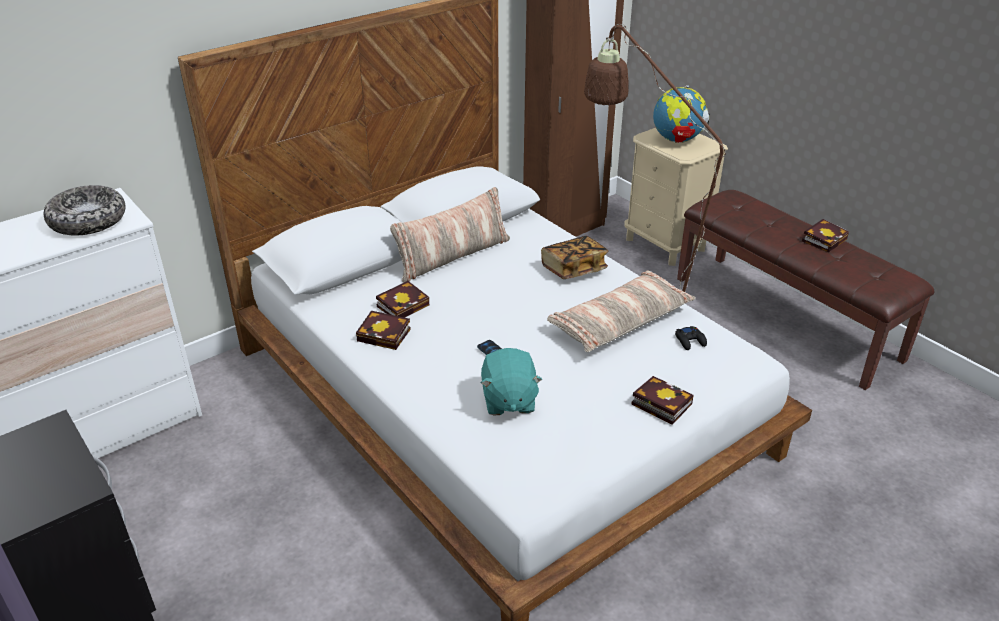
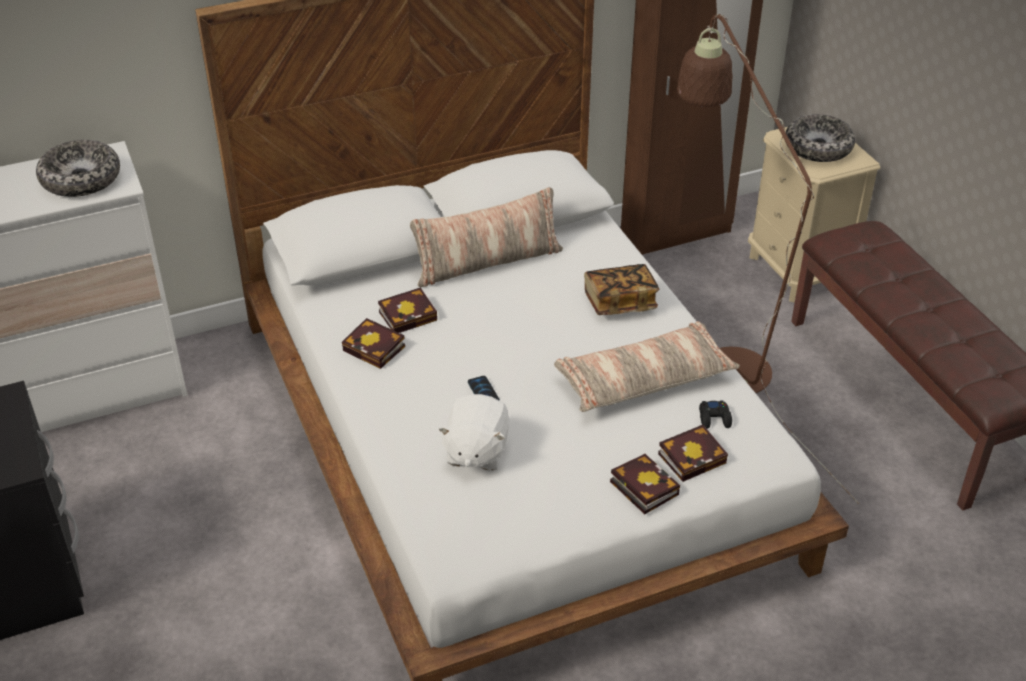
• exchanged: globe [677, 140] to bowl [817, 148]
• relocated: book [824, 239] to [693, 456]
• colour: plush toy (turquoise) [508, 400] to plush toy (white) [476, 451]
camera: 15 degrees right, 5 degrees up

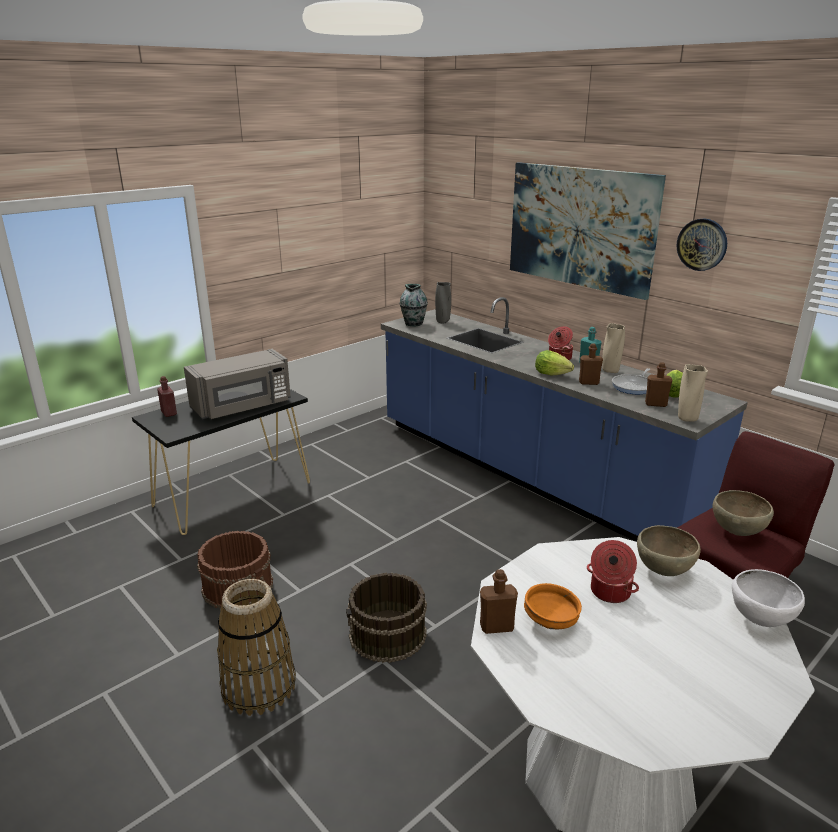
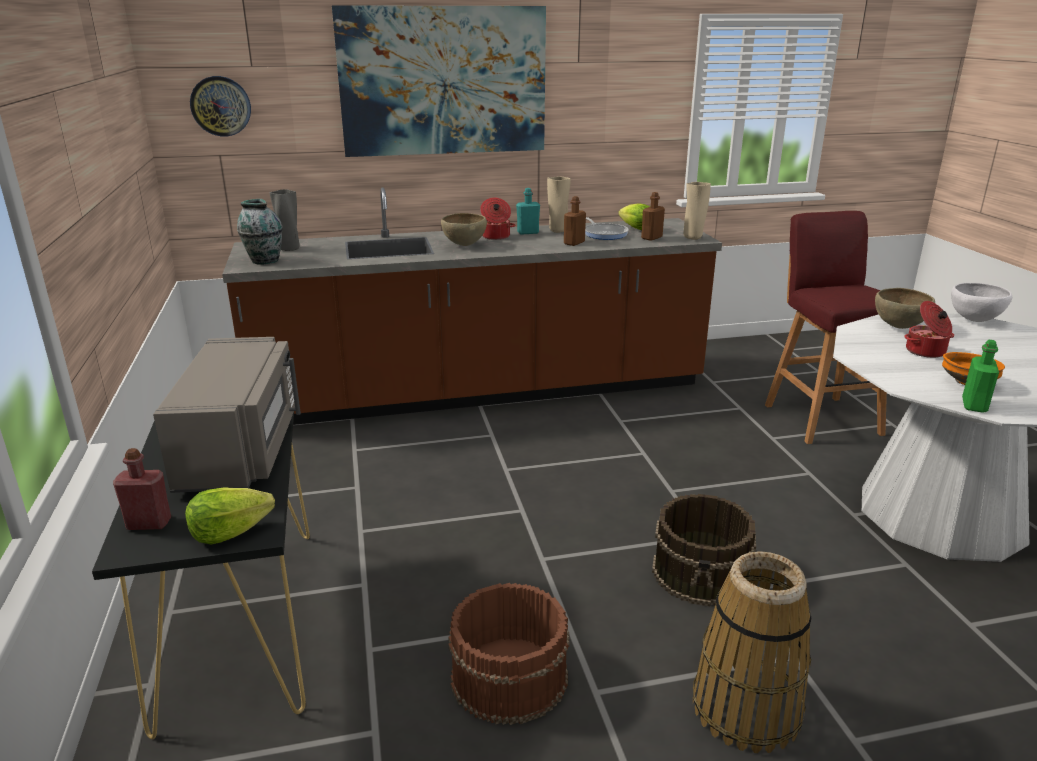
• relocated: wall clock [702, 244] to [221, 106]
• colour: counter (blue) [528, 474] to counter (brown) [481, 392]
• relocated: lettuce [551, 374] to [229, 533]
• relocated: bowl (brown) [737, 532] to [464, 245]
• colour: bottle (brown) [496, 627] to bottle (green) [974, 405]
camera: 60 degrees left, 0 degrees up

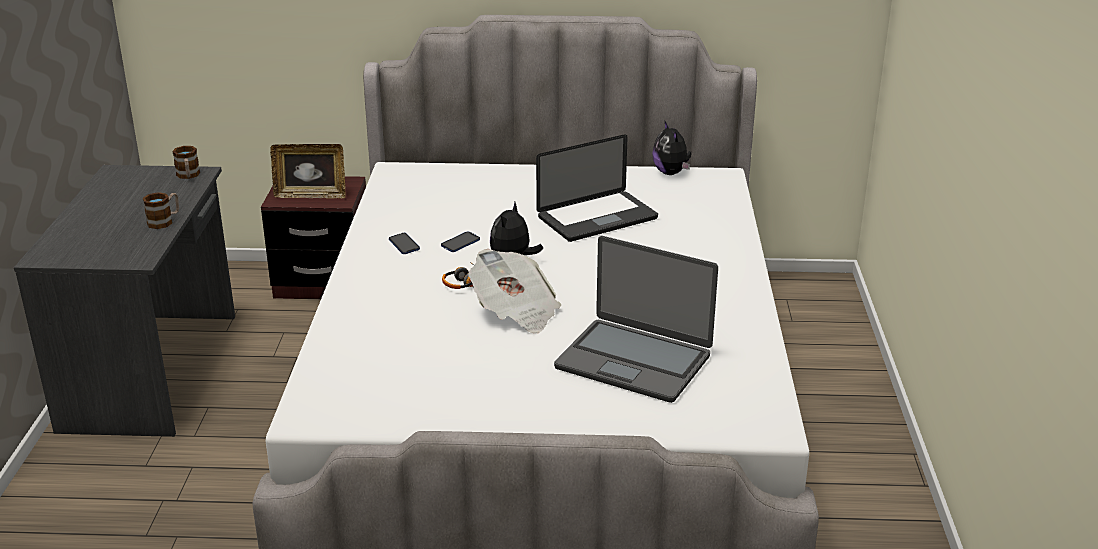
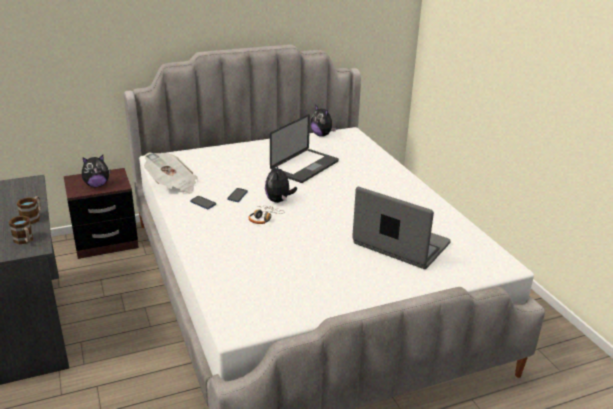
• exchanged: picture frame [311, 195] to plush toy [97, 185]
• relocated: mug [188, 176] to [25, 241]
• spun: laptop [634, 361] = [400, 244] 150 degrees counterclockwise
• relocated: newspaper [515, 312] to [172, 185]
camera: 25 degrees left, 0 degrees up

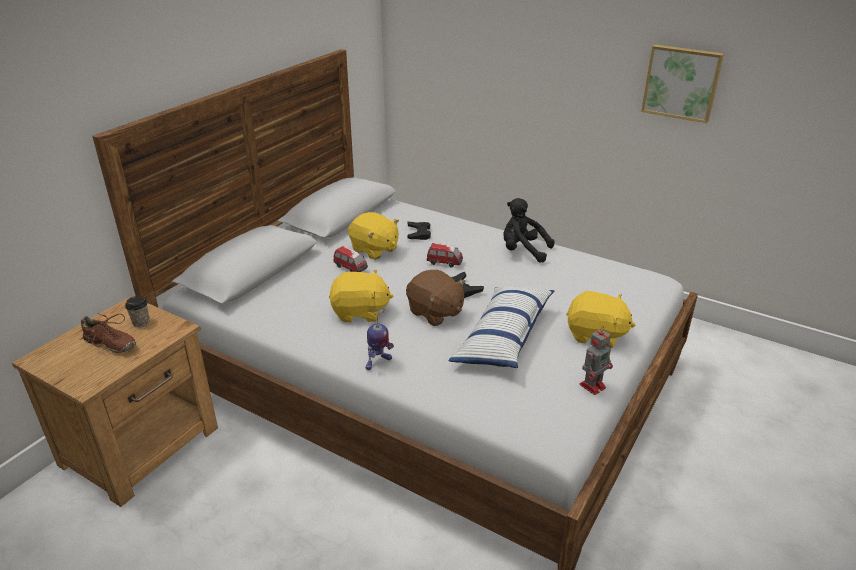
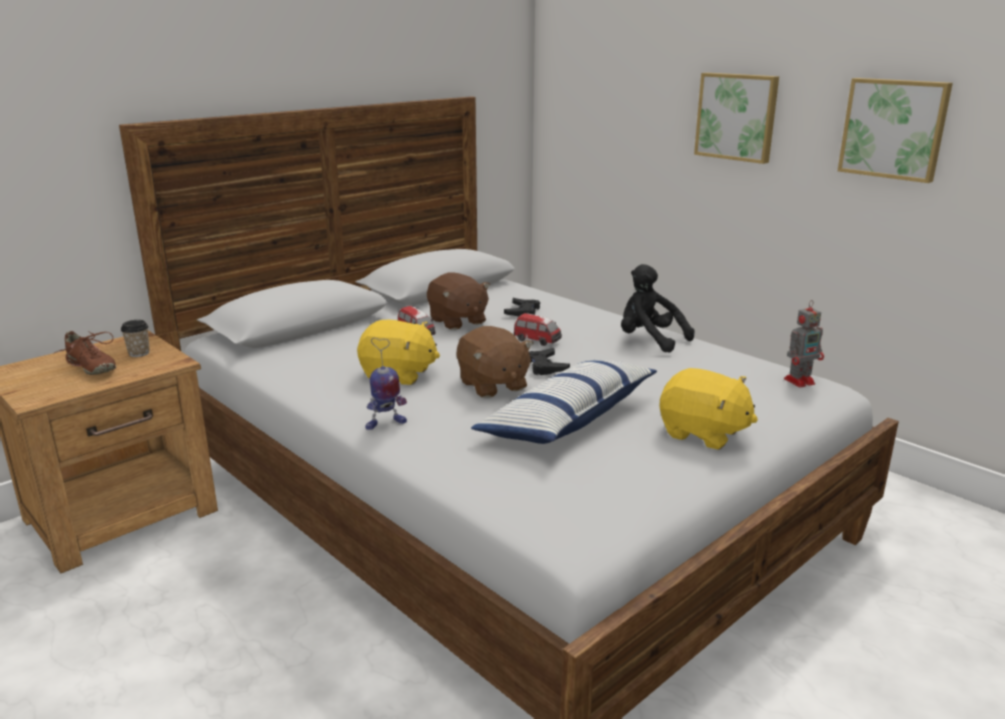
• colour: plush toy (yellow) [374, 250] to plush toy (brown) [457, 321]
• relocated: toy robot [593, 385] to [800, 381]
• appeared: picture [737, 117]
camera: 15 degrees right, 10 degrees down

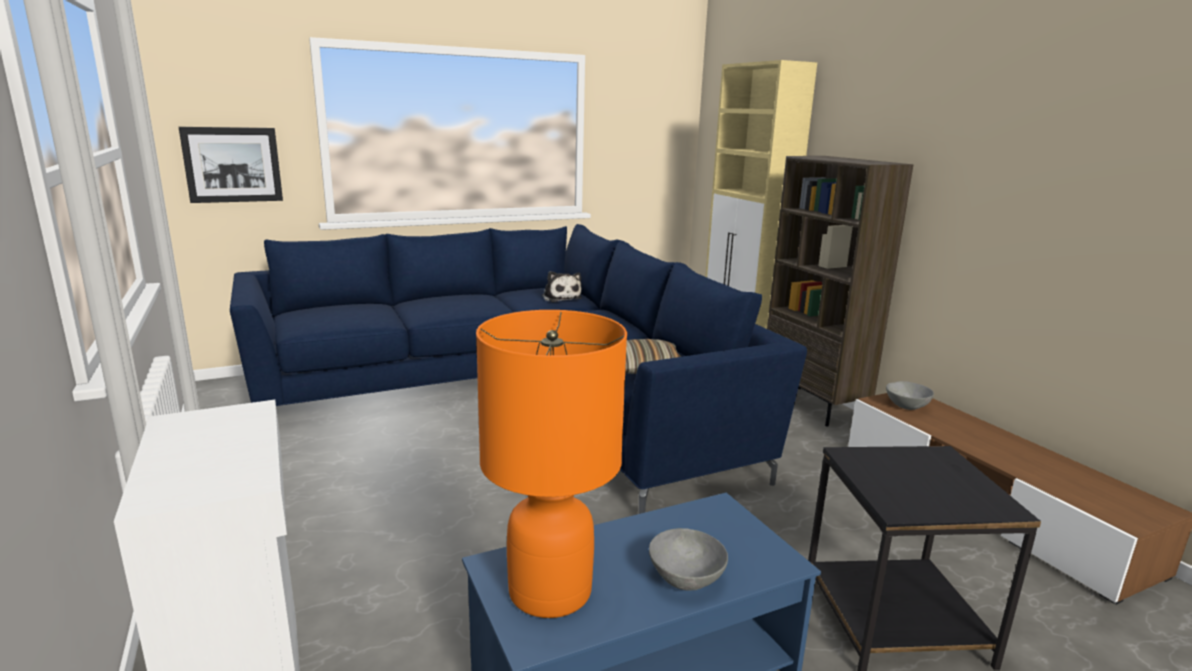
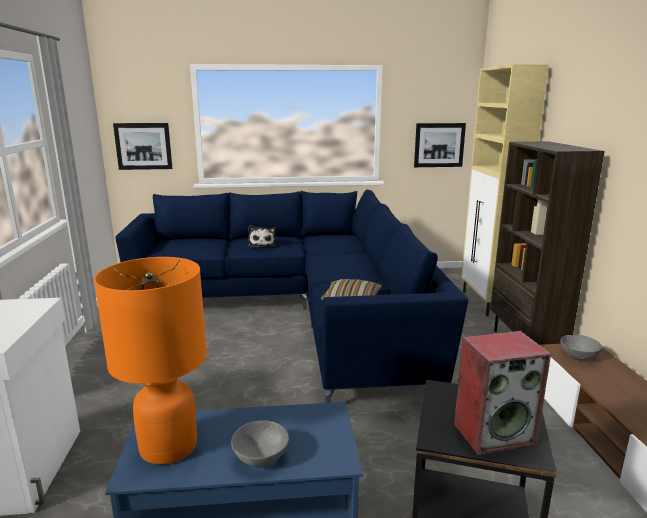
• relocated: plush toy [560, 297] to [262, 244]
• appeared: picture [439, 145]
• appeared: speaker [494, 433]
camera: 20 degrees right, 0 degrees up

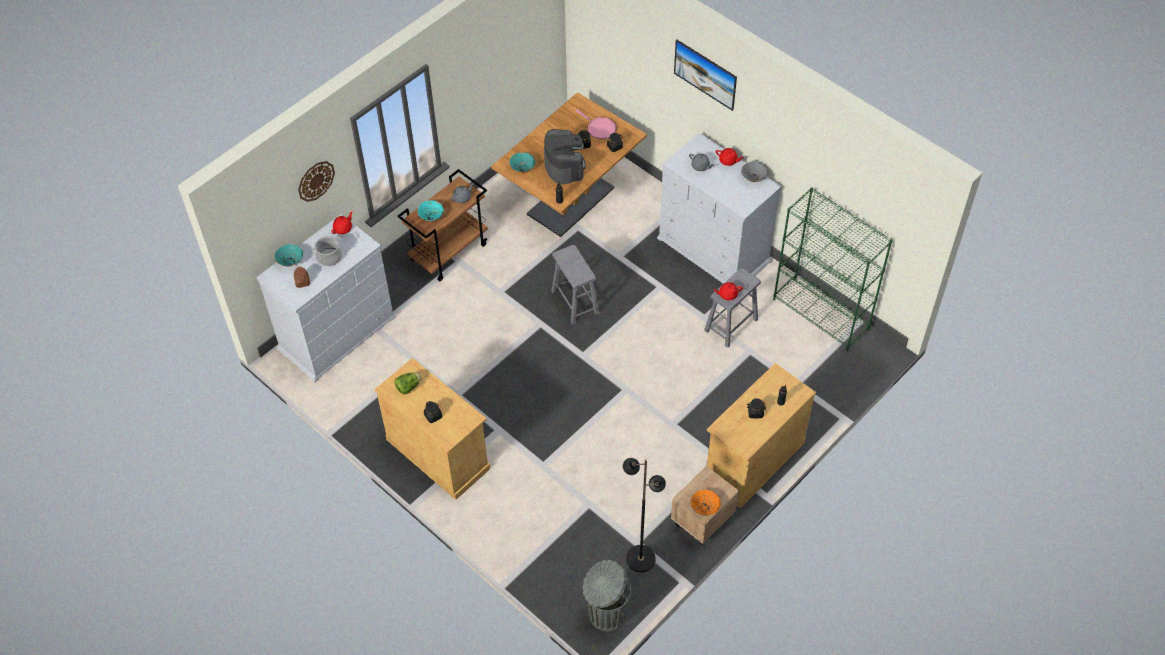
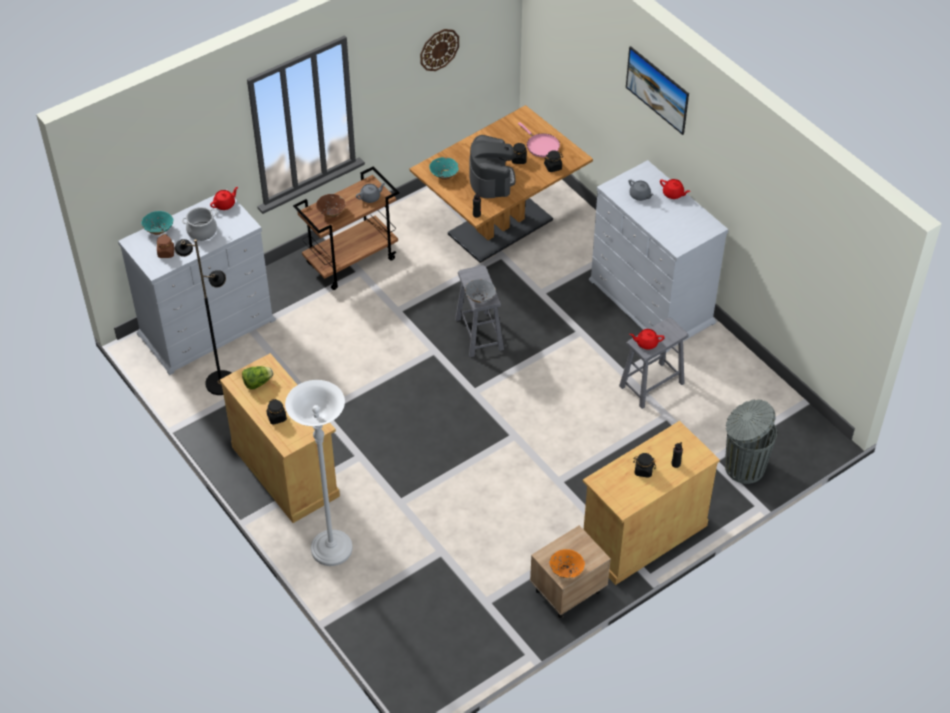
• relocated: wall clock [316, 180] to [439, 49]
• relocated: bowl (grey) [753, 178] to [479, 298]
• missing: bookcase (green) [821, 314]
• colour: bowl (turquoise) [431, 217] to bowl (brown) [331, 212]
• relocated: floor lamp (black) [640, 558] to [221, 382]
• relocated: trash can (grey) [606, 614] to [743, 467]
• appeared: floor lamp (white) [332, 549]
camera: 10 degrees right, 5 degrees down

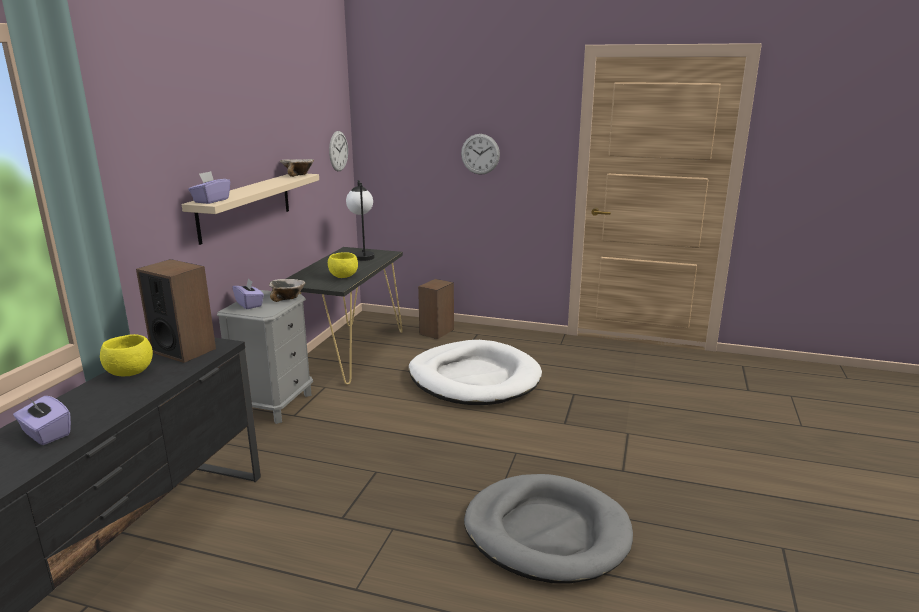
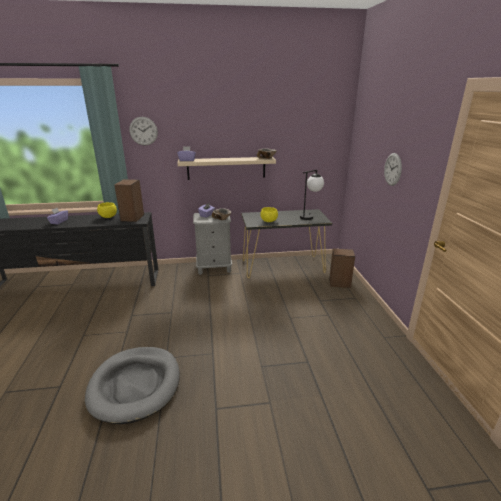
• relocated: wall clock [338, 151] to [143, 131]
• missing: dog bed (white) [474, 378]
camera: 65 degrees right, 5 degrees up

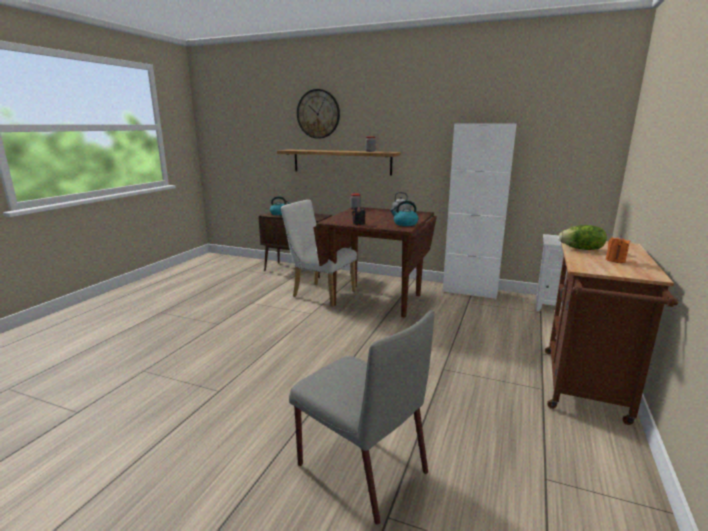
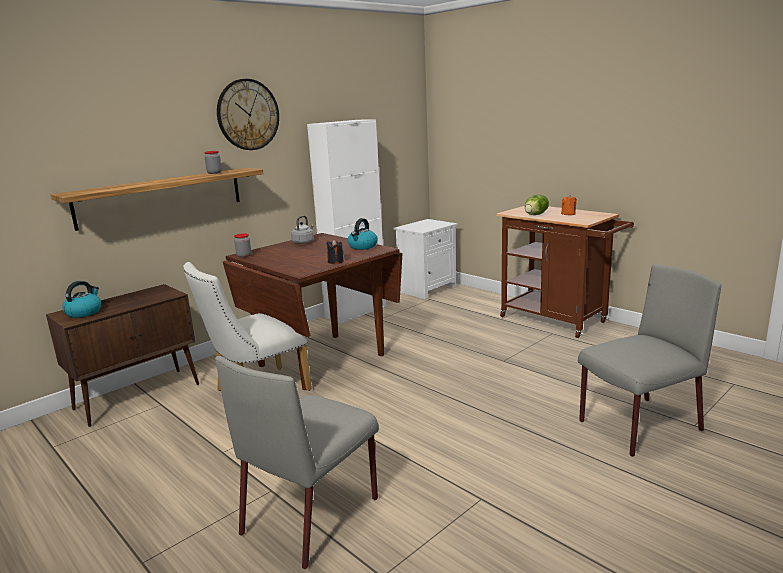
• relocated: wall clock [318, 114] to [248, 115]
• appeared: chair (grey) [312, 514]
camera: 65 degrees left, 0 degrees up

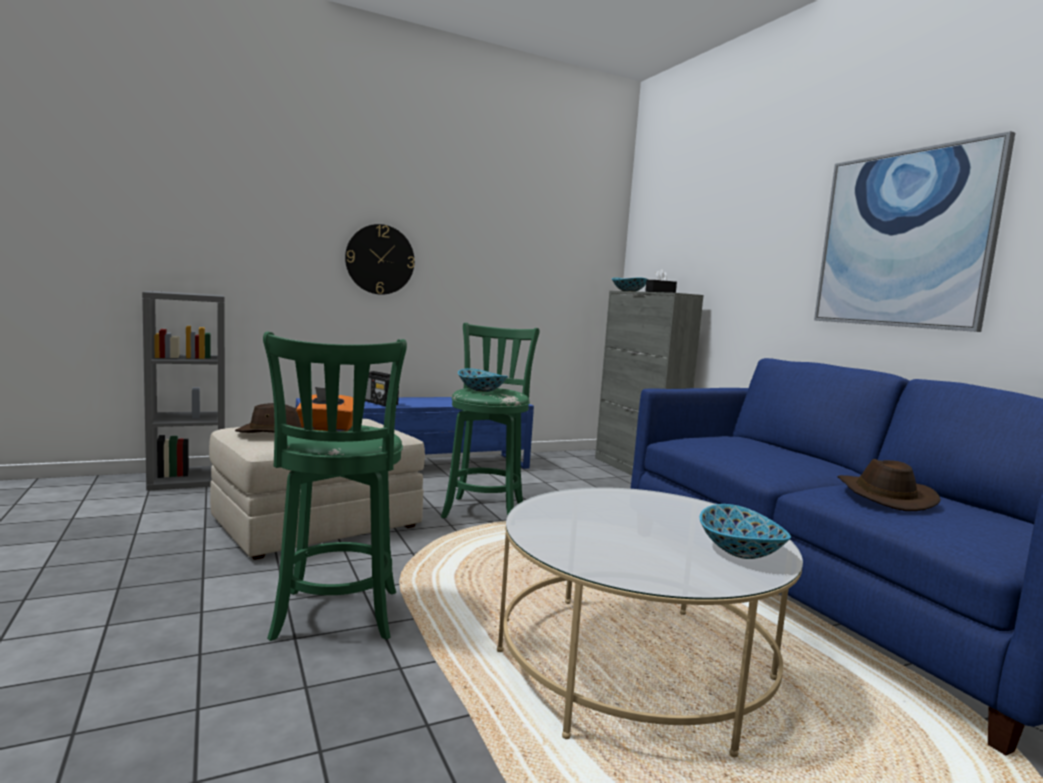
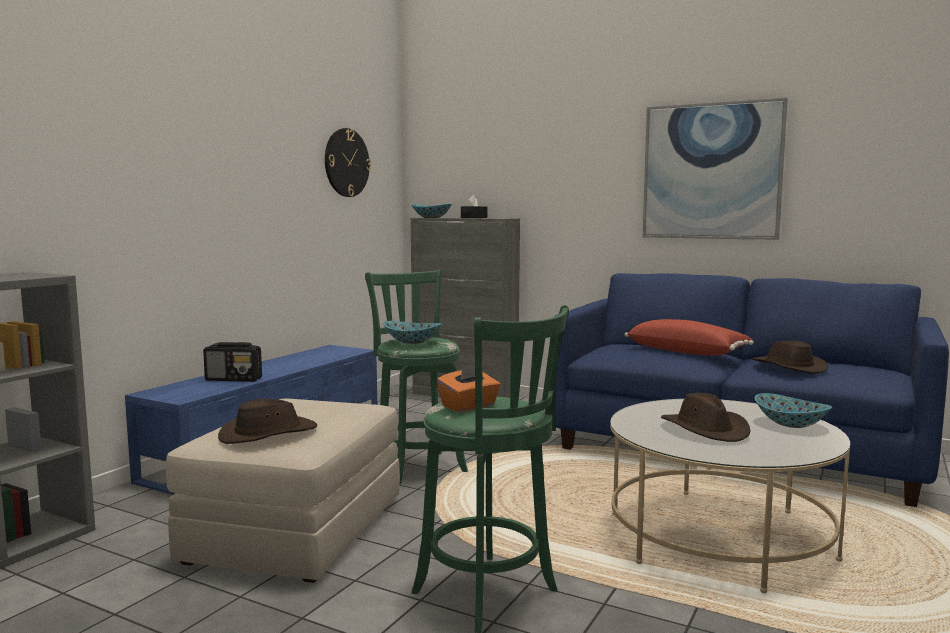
• relocated: wall clock [380, 259] to [346, 162]
• appeared: pillow (red) [687, 352]
• appeared: hat (brown) [706, 429]
camera: 35 degrees left, 0 degrees up

